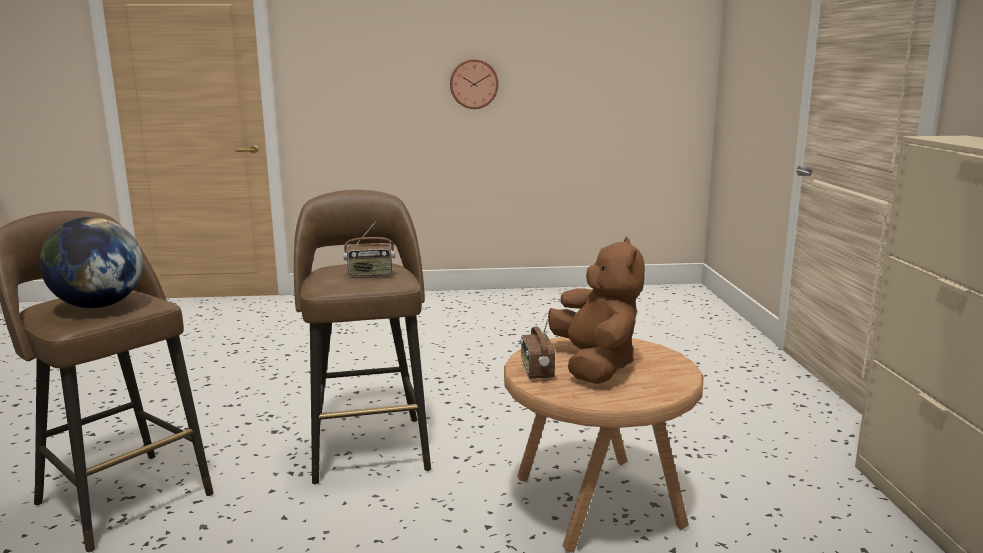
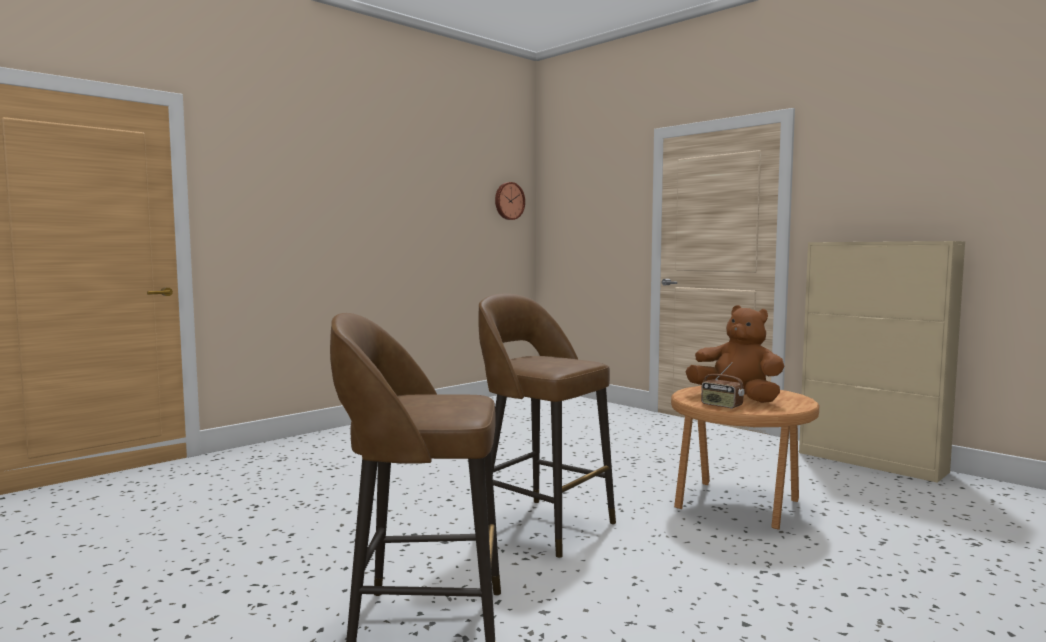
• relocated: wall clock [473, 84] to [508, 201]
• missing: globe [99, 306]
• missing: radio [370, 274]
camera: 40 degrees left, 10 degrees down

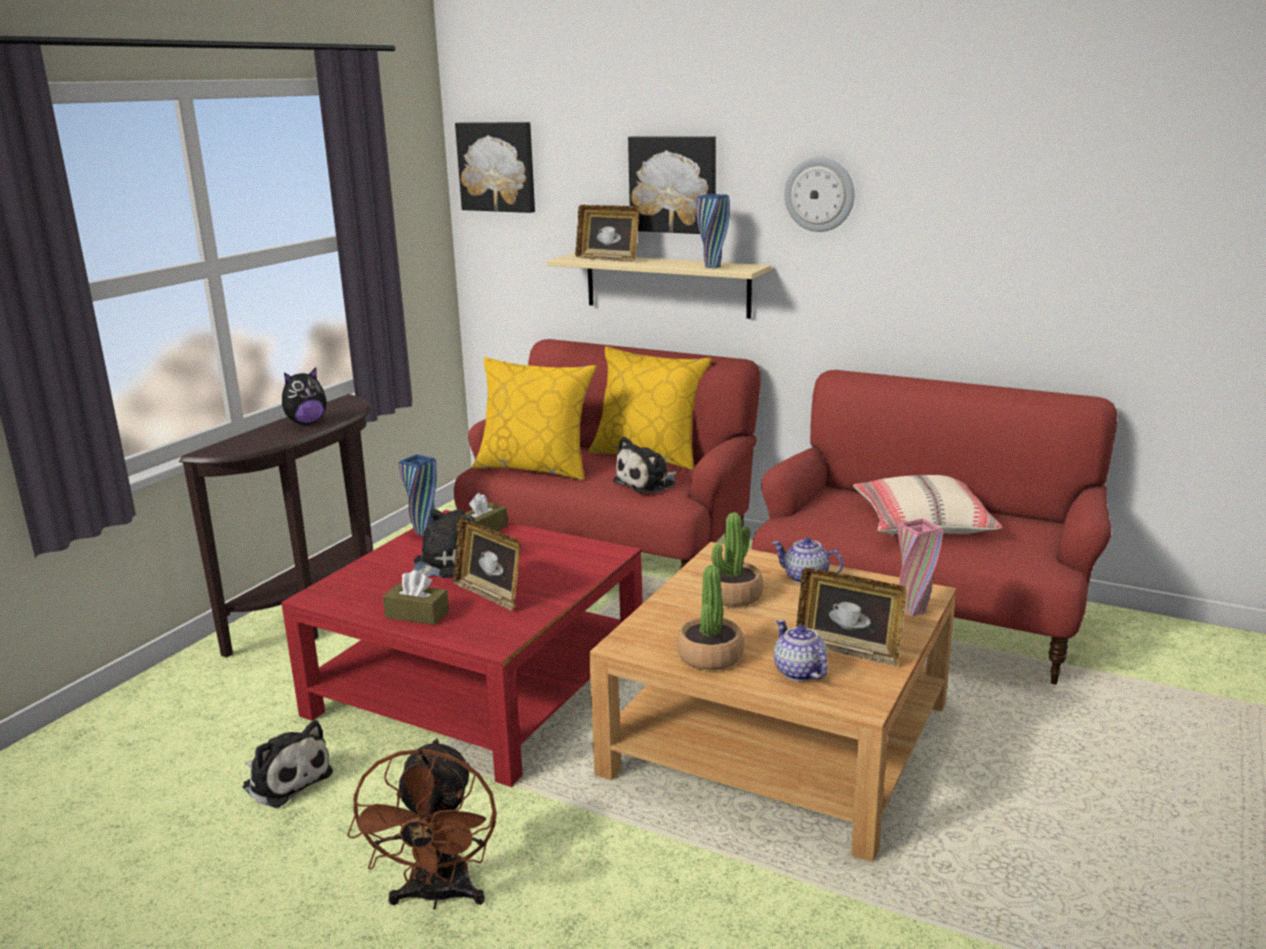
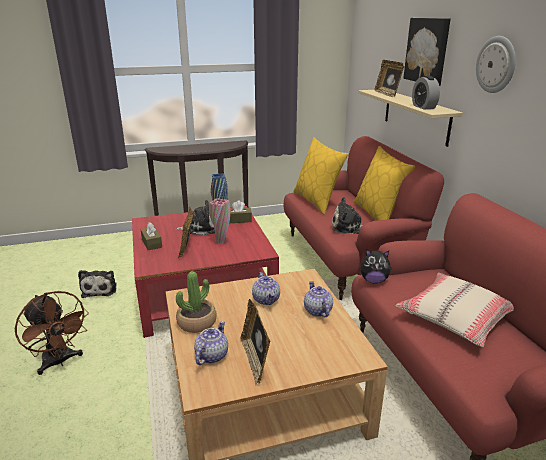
• missing: picture [497, 167]
• exchanged: vase (blue) [712, 267] to alarm clock [423, 107]
• relocated: plush toy [306, 422] to [374, 280]
• exchanged: potted plant [732, 595] to teapot [266, 300]
• relocated: vase (pink) [913, 611] to [221, 242]
• spun: fan (brown) [438, 896] = [59, 362] 90 degrees counterclockwise
camera: 45 degrees right, 5 degrees up

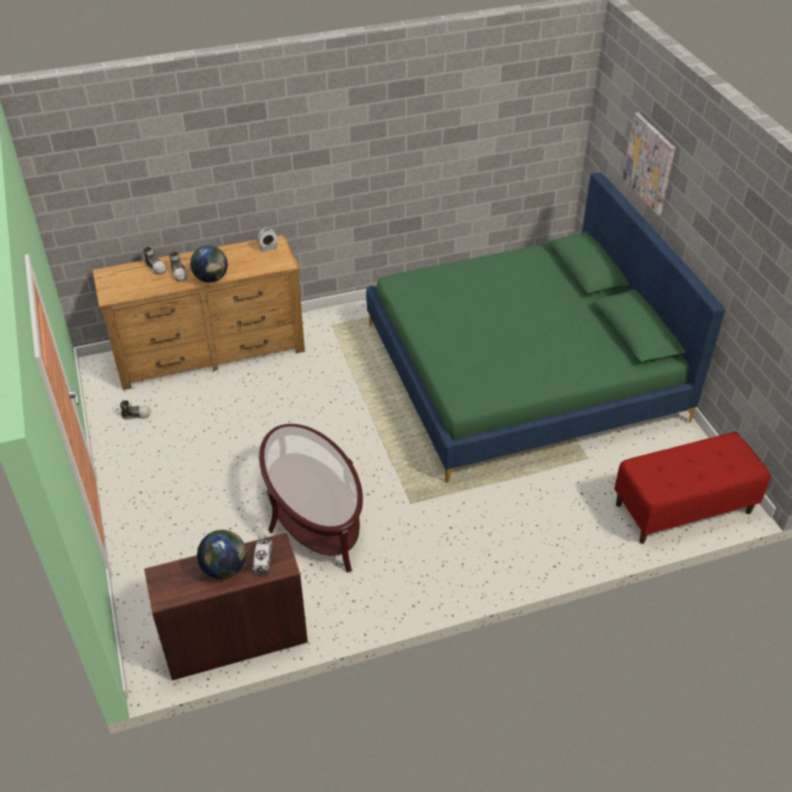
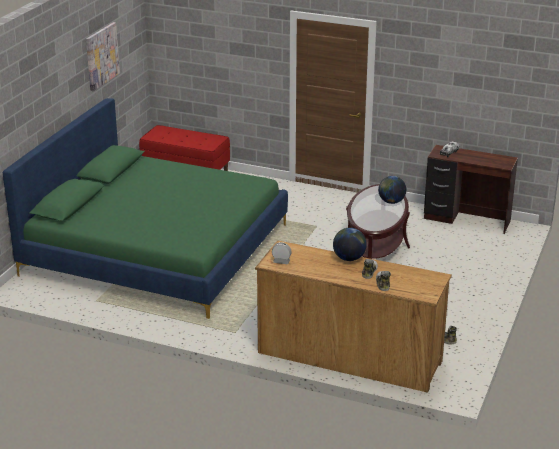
• relocated: picture [649, 163] to [101, 56]
• relocated: globe [225, 568] to [391, 202]
camera: 140 degrees left, 15 degrees down

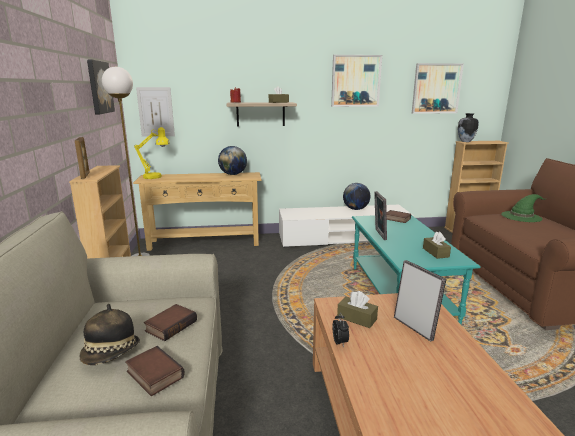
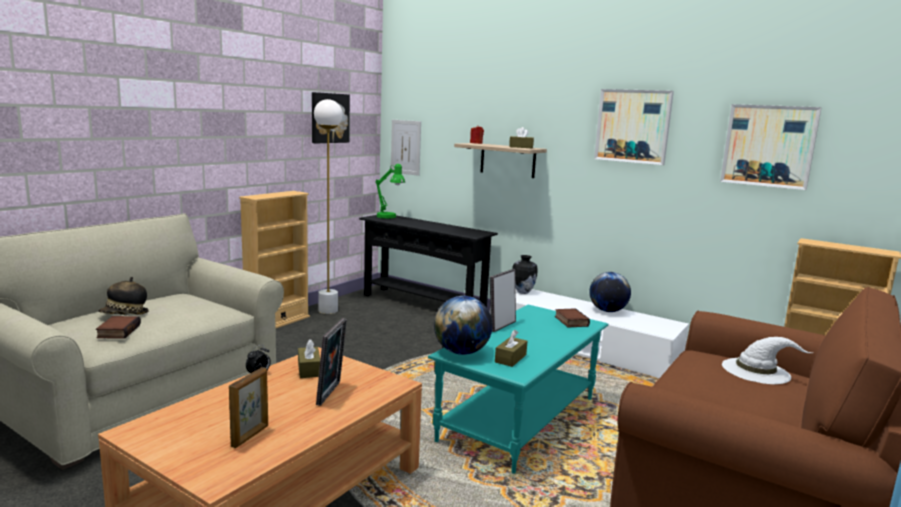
• relocated: vase [465, 141] to [522, 292]
• colour: table lamp (yellow) [156, 177] to table lamp (green) [389, 217]
• relocated: picture frame [85, 176] to [250, 436]
• relocated: globe [233, 174] to [461, 352]
• colour: console table (beige) [204, 242] to console table (black) [423, 304]
• colour: hat (green) [521, 216] to hat (white) [757, 371]
• missing: book [171, 325]
camera: 40 degrees right, 5 degrees down

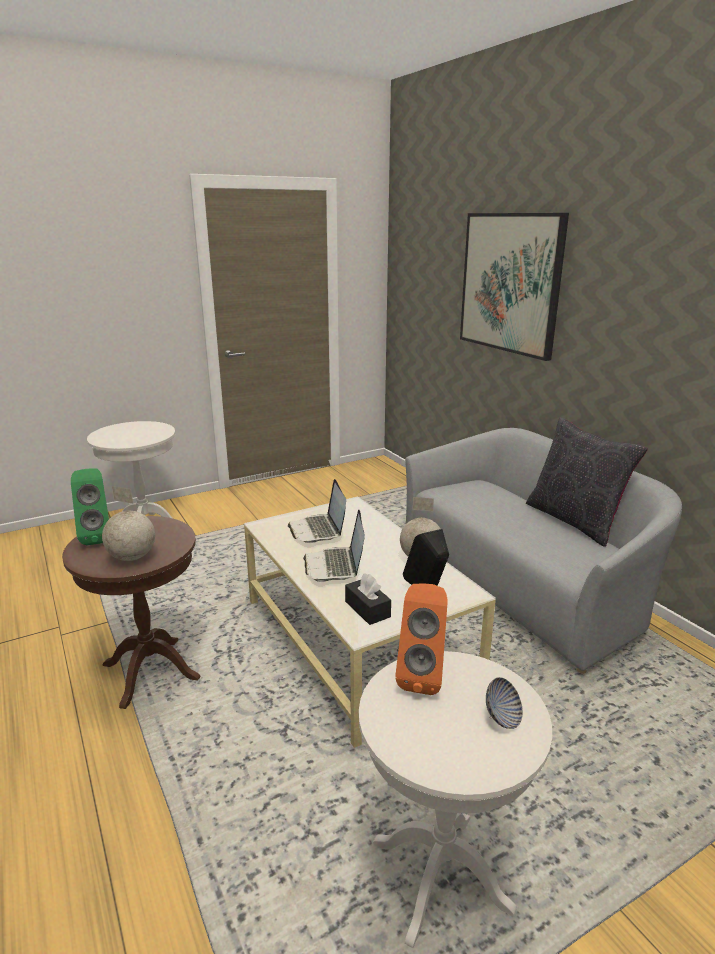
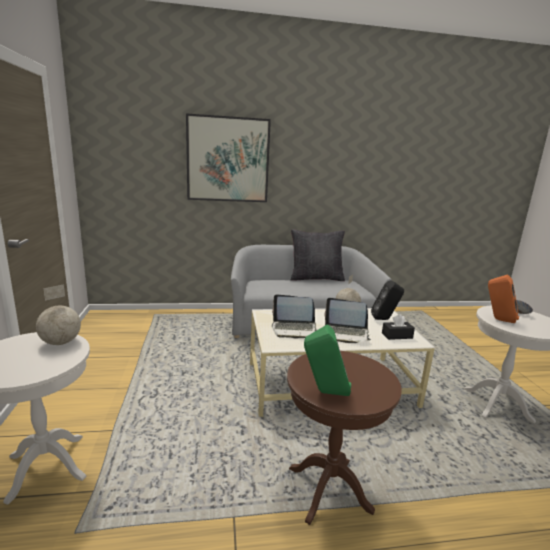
• relocated: globe [132, 557] to [61, 342]
camera: 70 degrees left, 5 degrees down

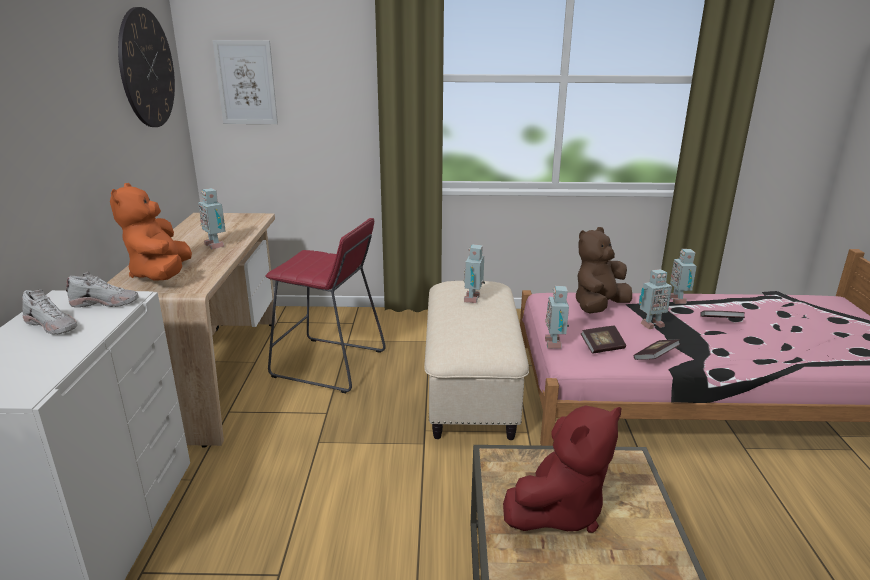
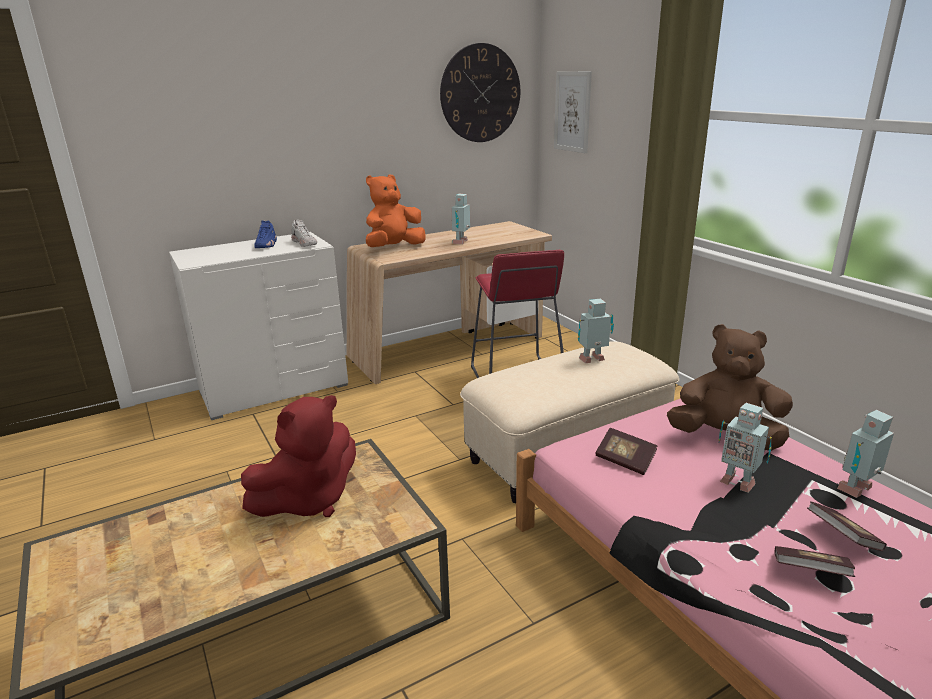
• missing: toy robot [555, 343]
• colour: shoe (white) [52, 325] to shoe (blue) [266, 245]
• relocated: book [655, 357] to [810, 572]
• spun: plush toy (red) [559, 510] = [309, 500] 60 degrees counterclockwise
camera: 60 degrees right, 0 degrees up

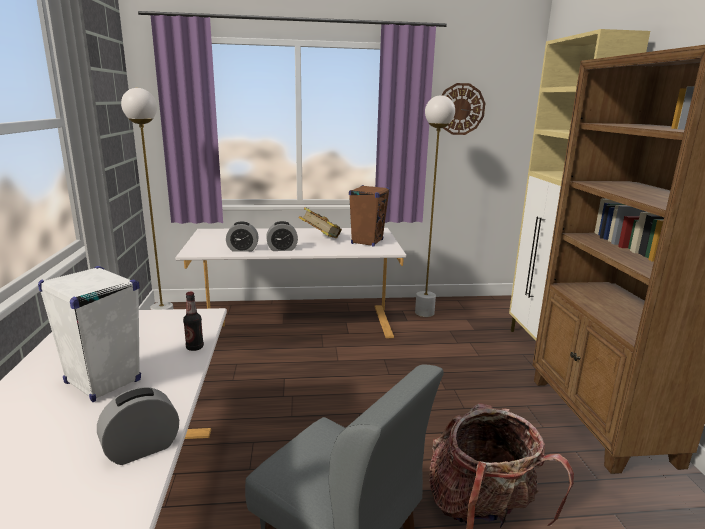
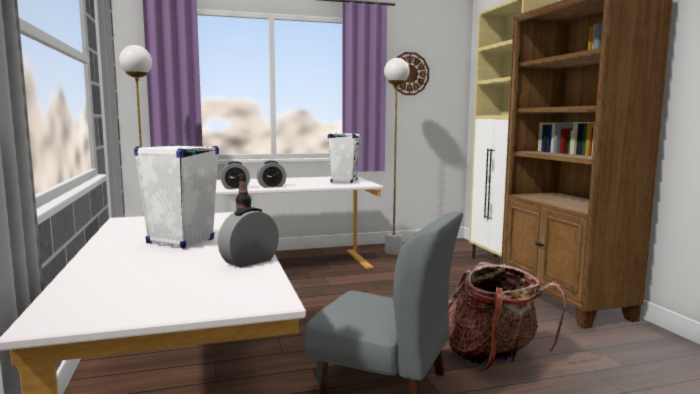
• colour: speaker (brown) [367, 242] to speaker (white) [344, 181]
• missing: book [320, 239]
camera: 10 degrees left, 10 degrees down

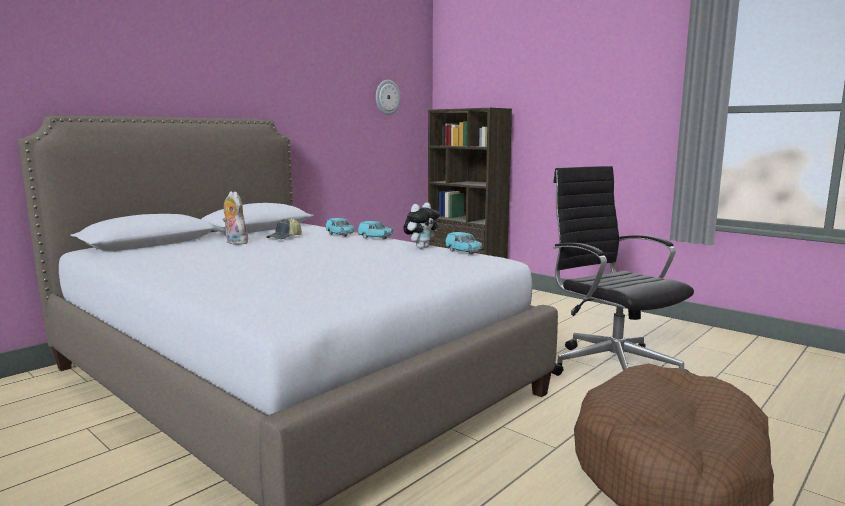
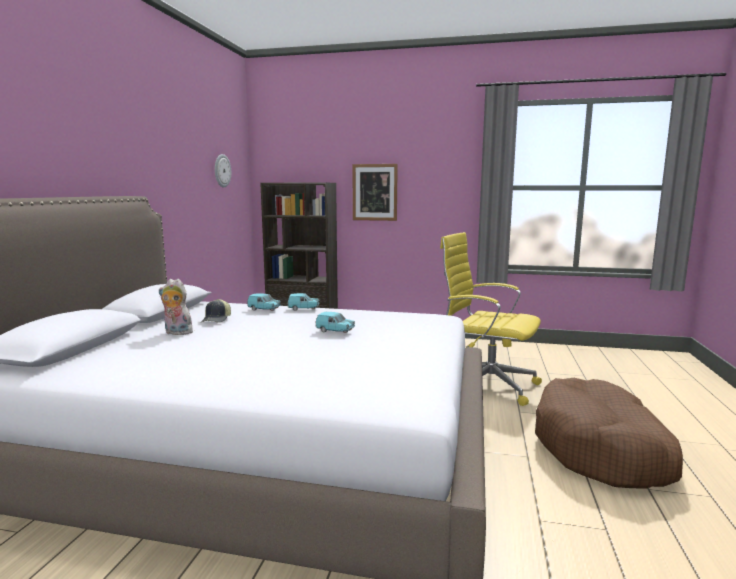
• colour: office chair (black) [611, 367] to office chair (yellow) [486, 384]
• missing: plush toy [421, 247]
• relocated: toy car (turquoise) [463, 252] to [335, 331]
• appeared: picture [374, 192]
camera: 30 degrees left, 0 degrees up

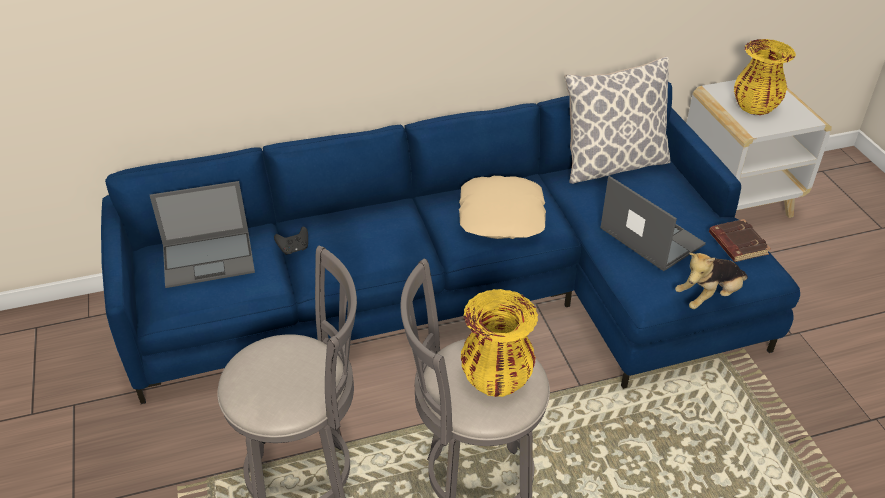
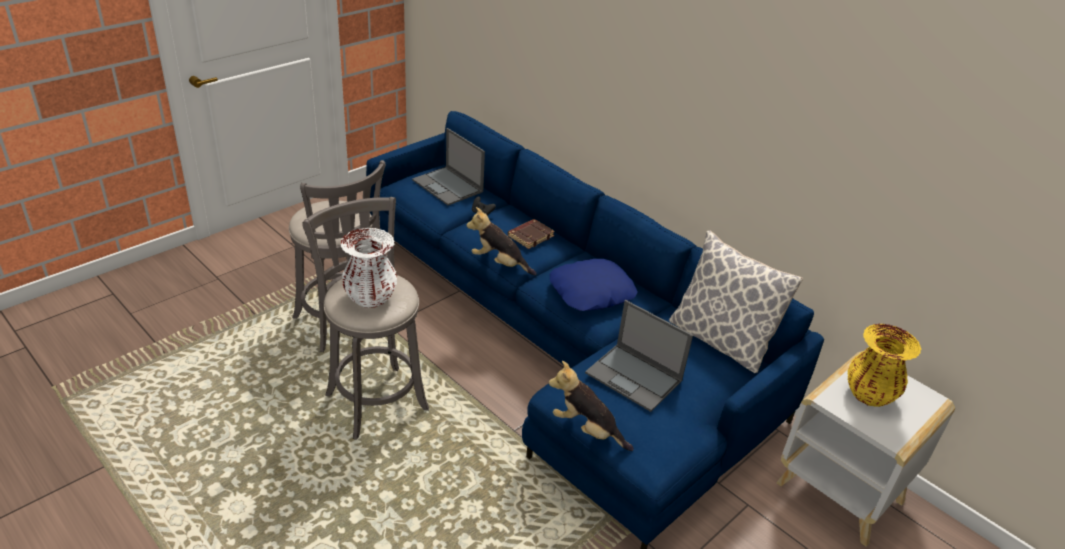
• colour: pillow (beige) [502, 216] to pillow (blue) [592, 292]
• spun: laptop [650, 236] = [634, 377] 105 degrees clockwise
• relocated: book (brown) [736, 244] to [530, 236]
• colour: vase (yellow) [496, 379] to vase (white) [370, 298]
• appeared: plush toy [499, 263]
camera: 60 degrees right, 5 degrees down

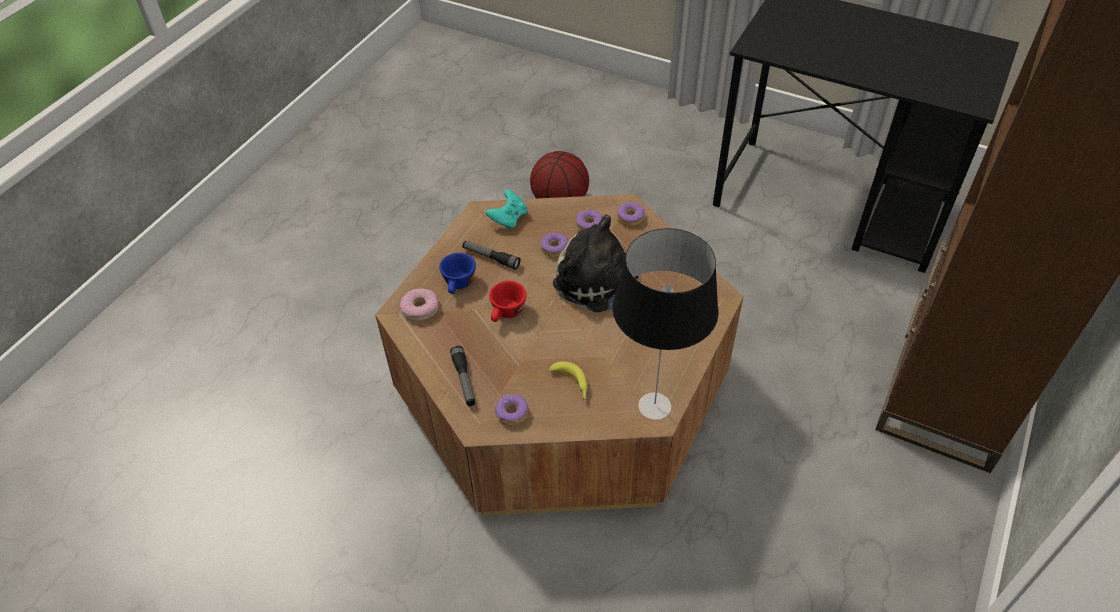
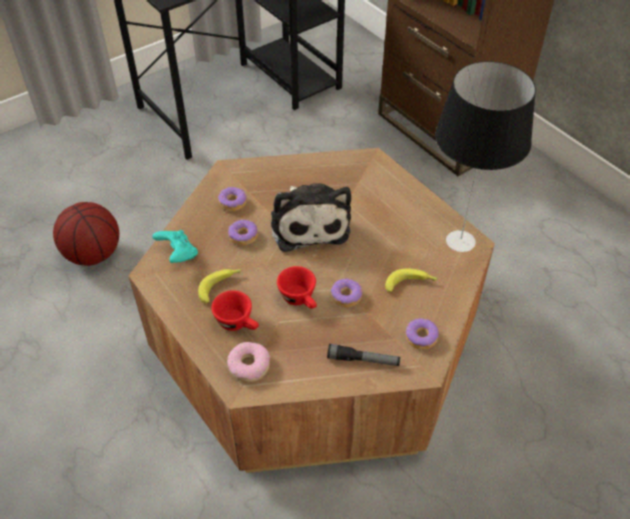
• relocated: donut [630, 217] to [346, 296]
• spun: plush toy [600, 284] = [309, 223] 75 degrees counterclockwise
• exchanged: flashlight [491, 258] to banana [220, 286]
• colour: cup (blue) [458, 285] to cup (red) [238, 323]
camera: 65 degrees left, 0 degrees up

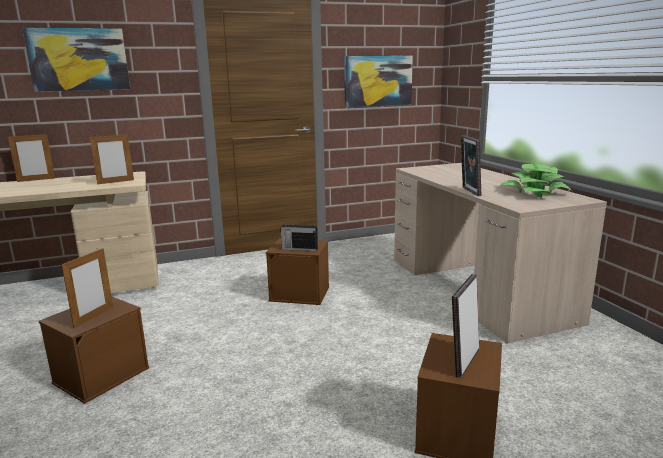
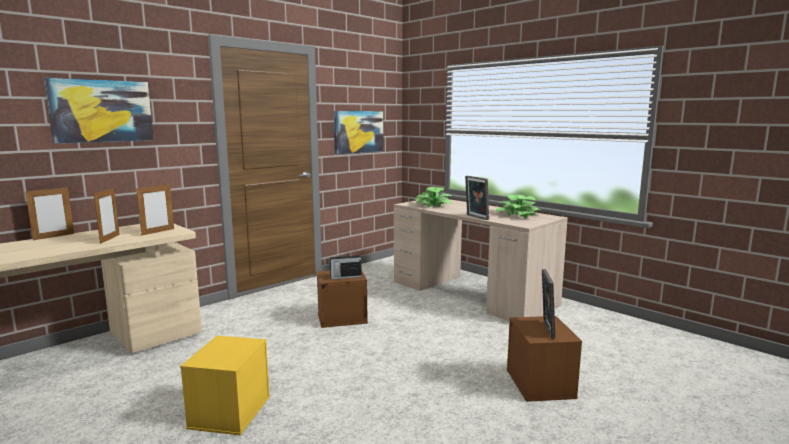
• relocated: picture frame [94, 317] to [110, 239]
• colour: storage box (brown) [102, 375] to storage box (yellow) [229, 411]
• appeared: potted plant [432, 205]
camera: 25 degrees left, 5 degrees down

